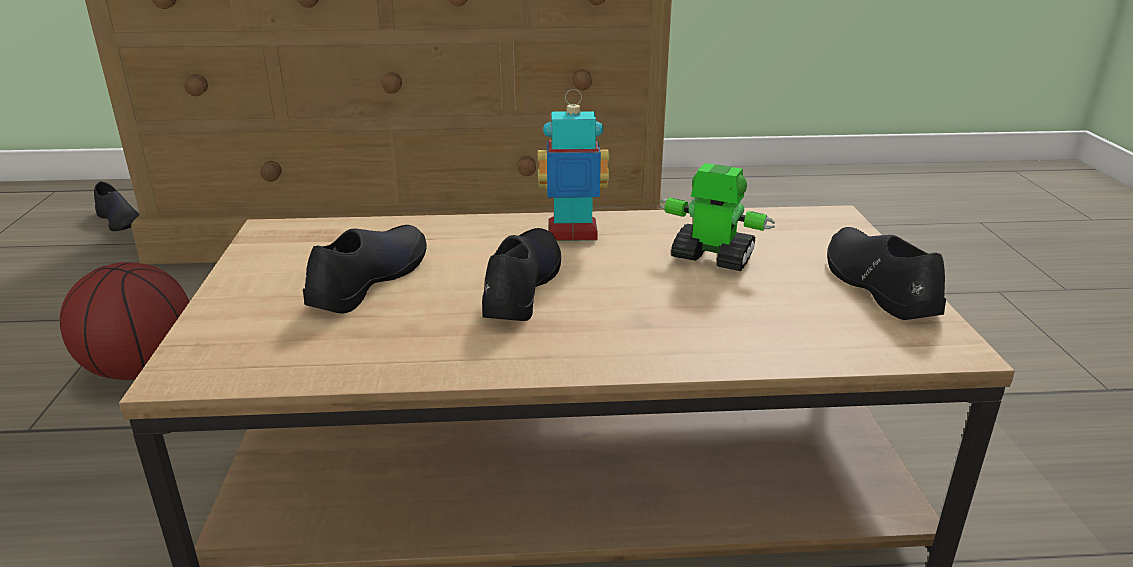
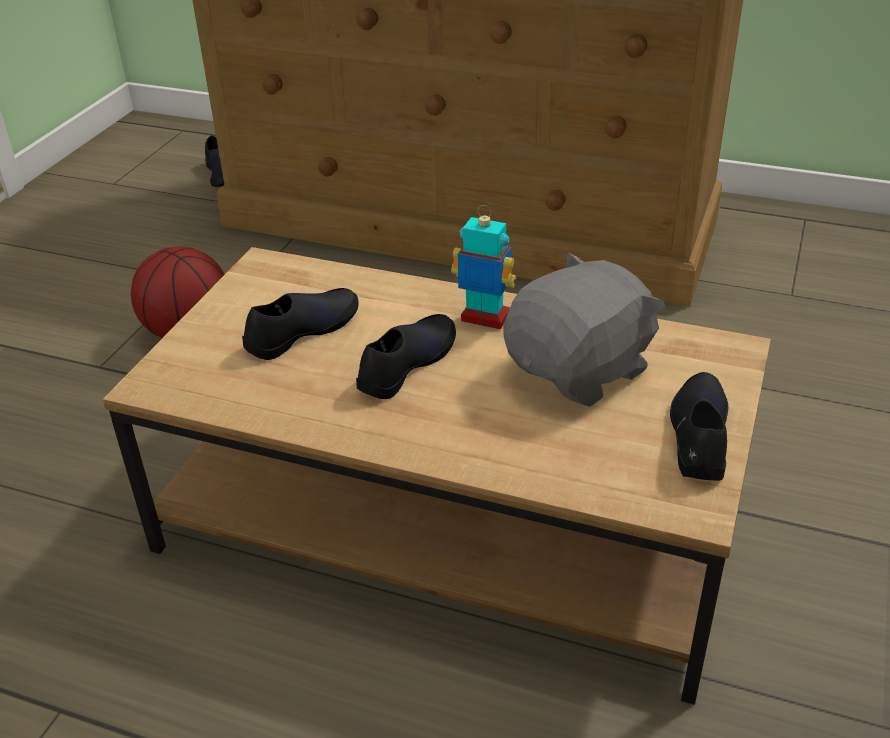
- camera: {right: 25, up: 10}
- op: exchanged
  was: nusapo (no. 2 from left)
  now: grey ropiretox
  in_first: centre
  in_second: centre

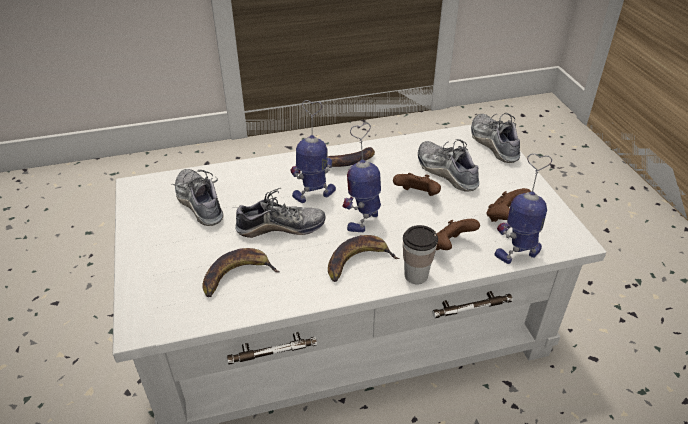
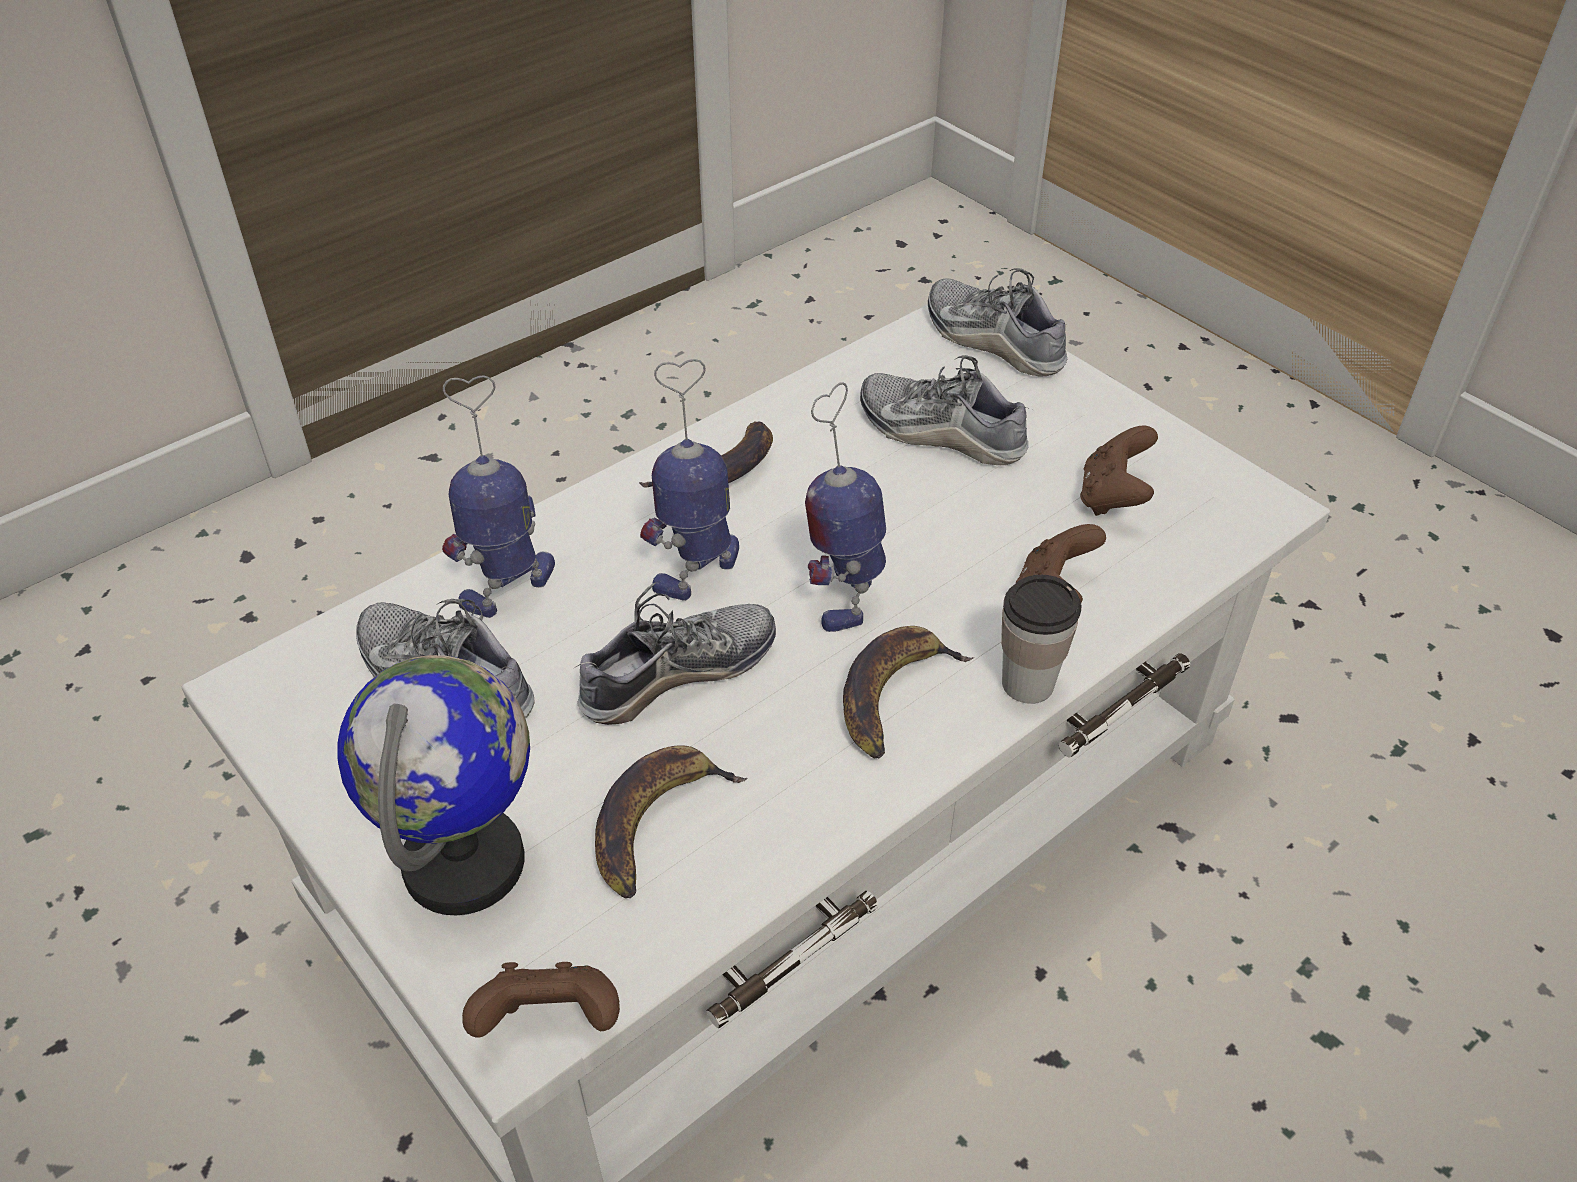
- camera: {right: -25, up: 5}
- op: relocated
  was: nusapo (no. 3 from left in the first image)
  now: nusapo (no. 1 from left)
  in_first: middle right
  in_second: middle left
- op: relocated
  was: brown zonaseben (no. 1 from left)
  in_first: centre
  in_second: bottom centre
- op: appeared
  now: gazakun
  in_second: middle left

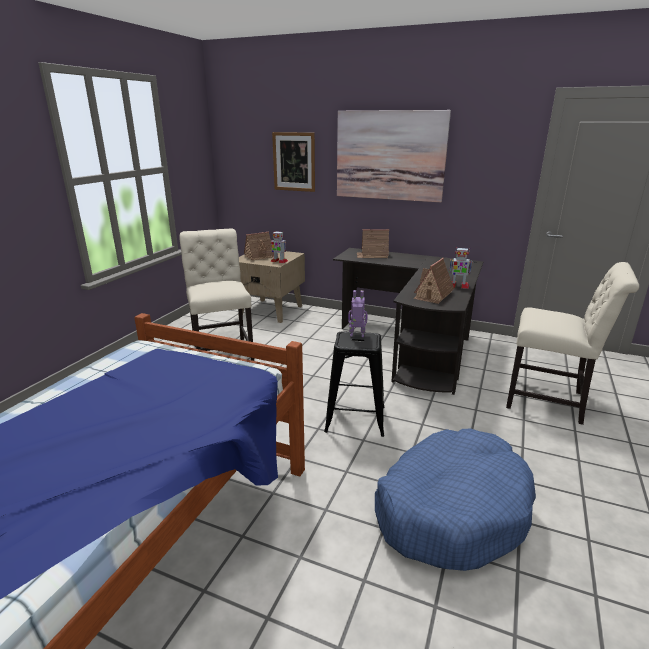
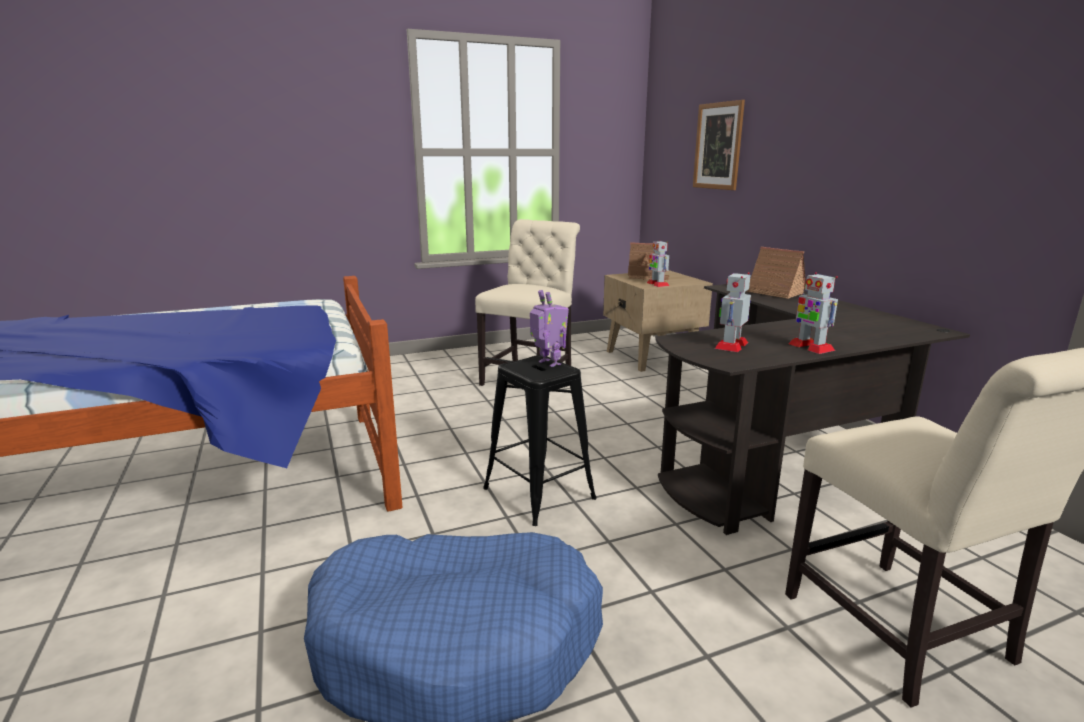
- camera: {right: 45, up: -5}
- op: missing
  was: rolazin (no. 2 from left)
  in_first: top centre
- op: exchanged
  was: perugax (no. 3 from left)
  now: nusapo (no. 3 from left)
  in_first: middle right
  in_second: middle right

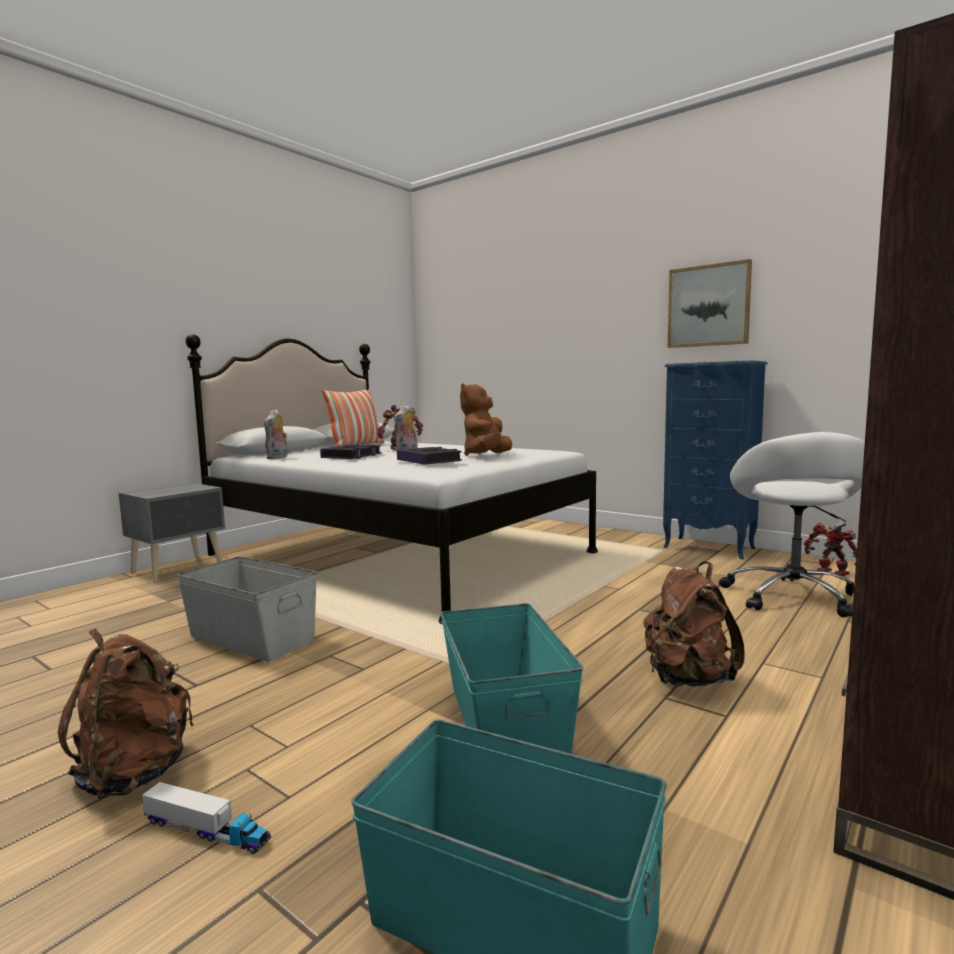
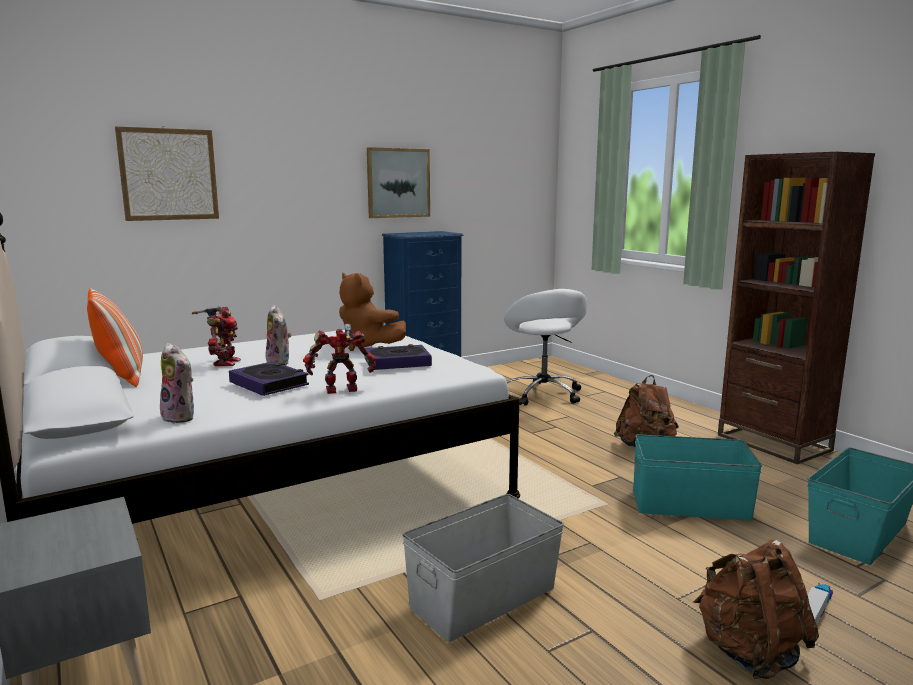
- camera: {right: -70, up: 5}
- op: spun
  was: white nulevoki
  in_first: middle right
  in_second: centre
  clockwise: 45
- op: relocated
  was: nusapo (no. 2 from left)
  in_first: middle right
  in_second: centre
- op: appeared
  now: rolazin (no. 1 from left)
  in_second: top left

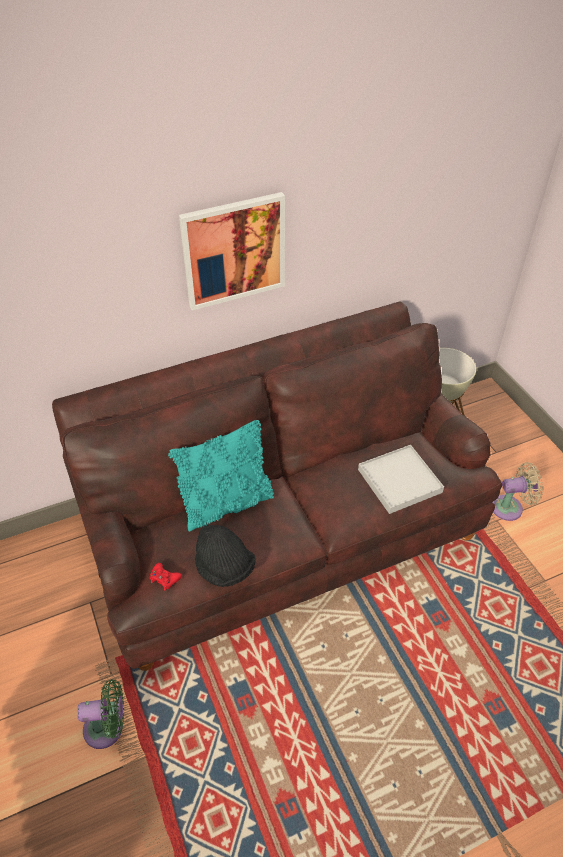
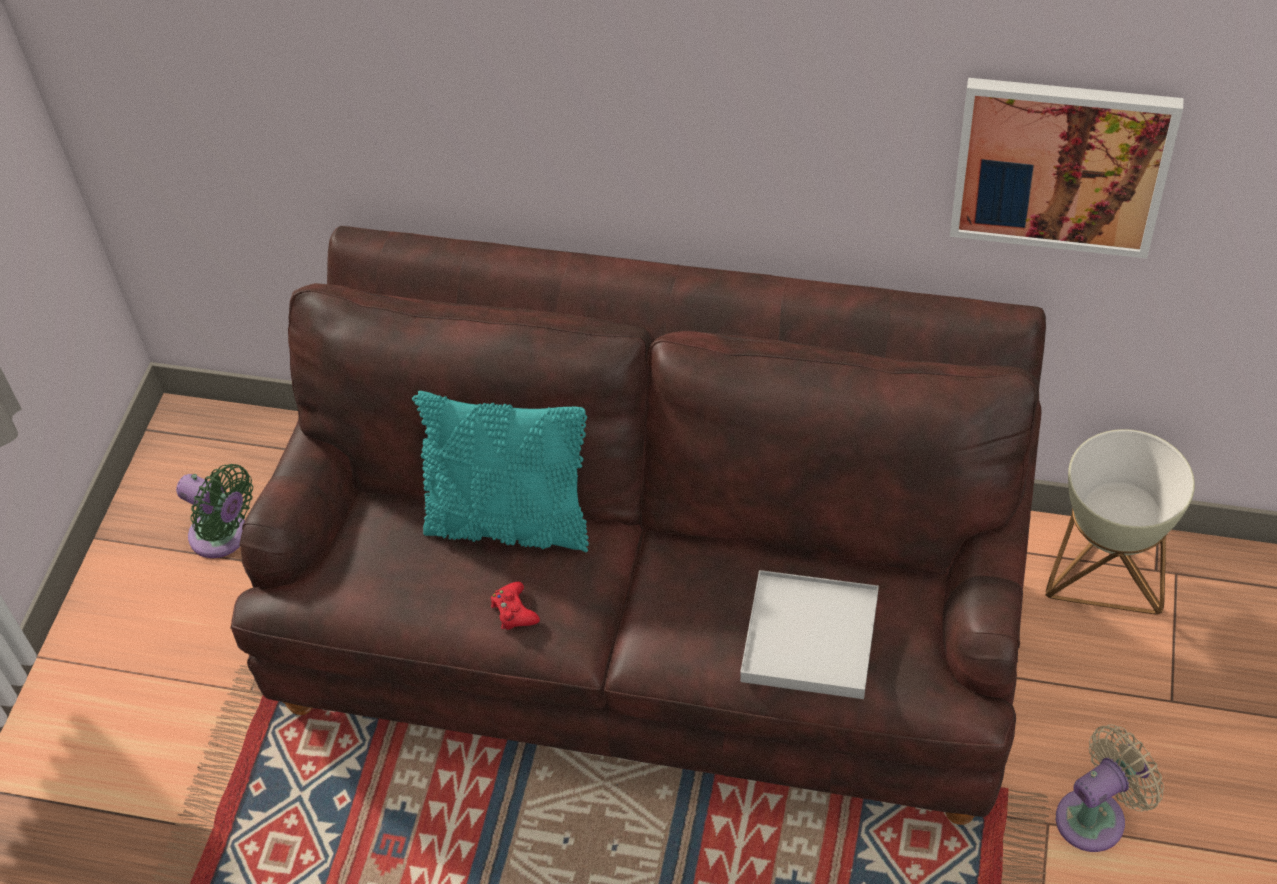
- camera: {right: 40, up: 5}
- op: relocated
  was: rolazin
  in_first: top centre
  in_second: top right
- op: spun
  was: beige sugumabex
  in_first: middle right
  in_second: bottom right
  clockwise: -60
- op: missing
  was: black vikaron
  in_first: centre
- op: relocated
  was: red zonaseben
  in_first: bottom left
  in_second: bottom centre
- op: relocated
  was: green sugumabex
  in_first: bottom left
  in_second: middle left

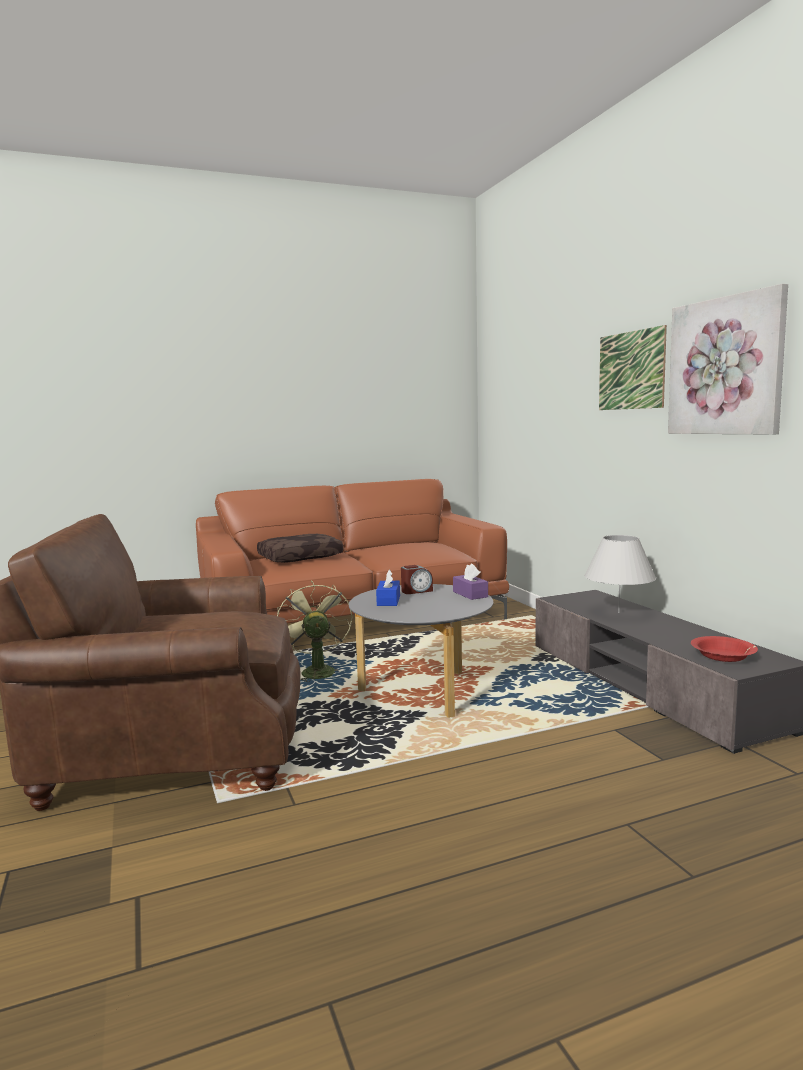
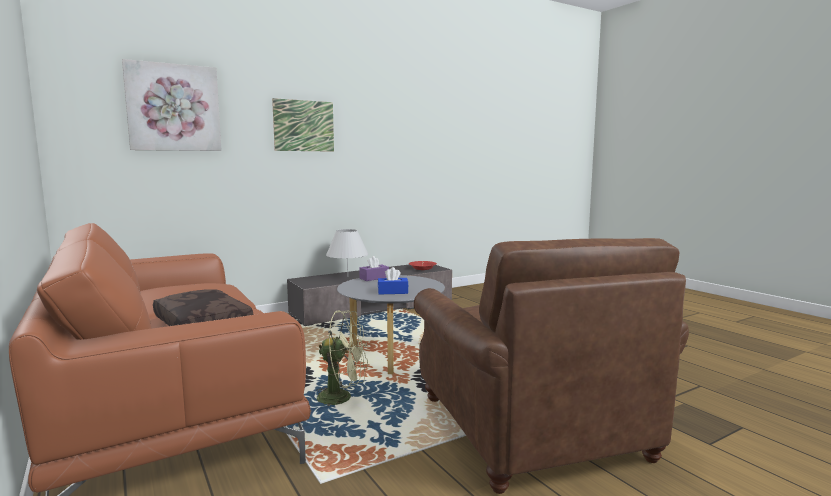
- camera: {right: -100, up: 0}
- op: relocated
  was: rolazin (no. 2 from left in the first image)
  now: rolazin (no. 1 from left)
  in_first: middle right
  in_second: top left
- op: missing
  was: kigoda
  in_first: centre
- op: spun
  was: green sugumabex
  in_first: centre
  in_second: bottom centre
  clockwise: -150

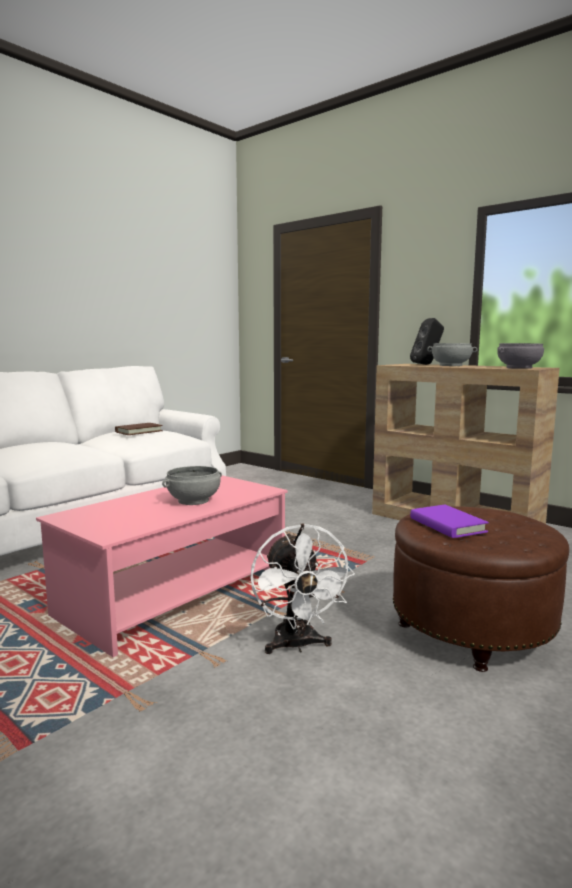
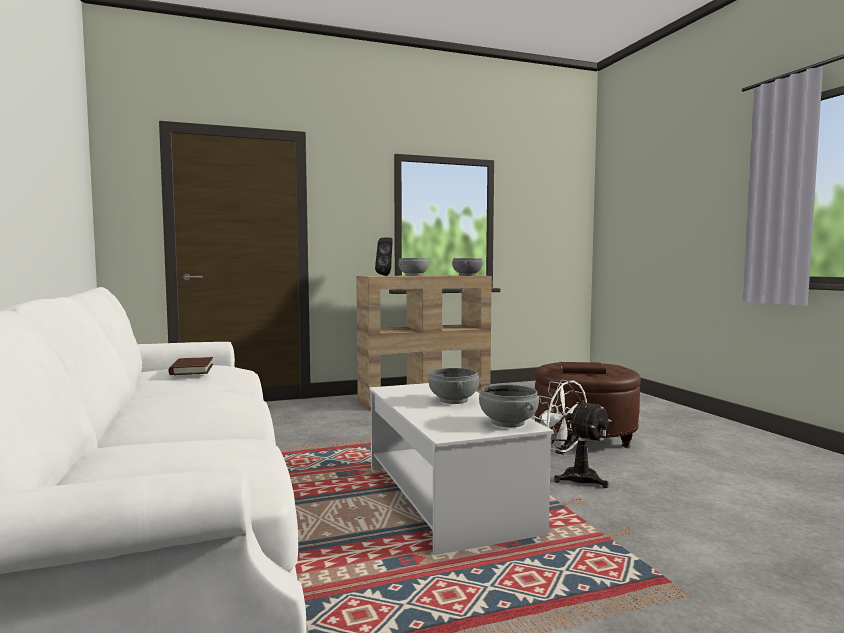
- camera: {right: -60, up: -5}
- op: colour
  was: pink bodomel
  now: white bodomel
  in_first: middle left
  in_second: bottom centre
- op: colour
  was: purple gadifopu
  now: brown gadifopu (no. 2 from left)
  in_first: middle right
  in_second: middle right
- op: spun
  was: white sugumabex
  in_first: centre
  in_second: bottom right
  clockwise: -150
- op: appeared
  now: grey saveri (no. 4 from left)
  in_second: centre

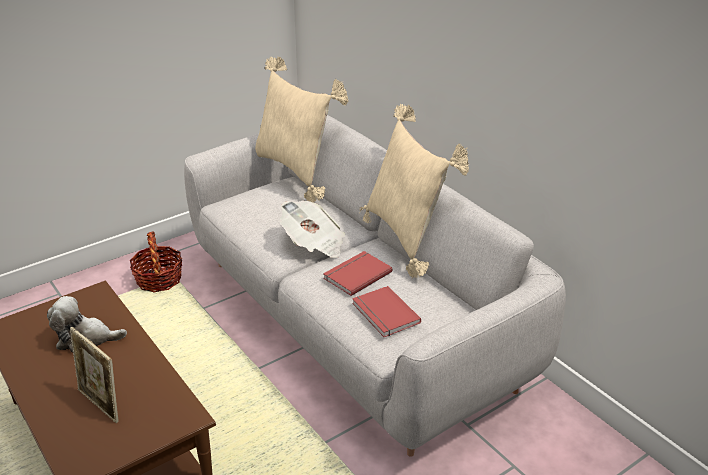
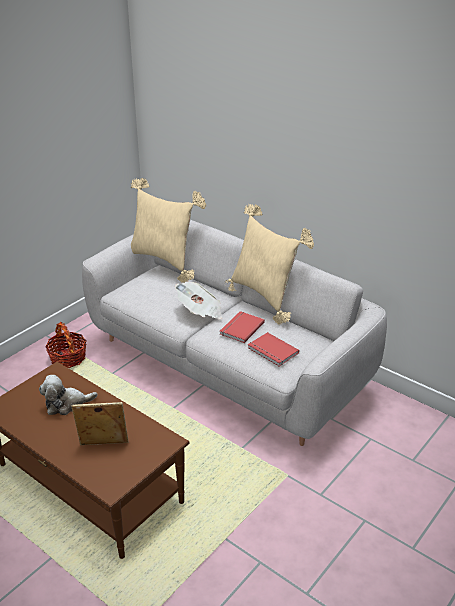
- camera: {right: -15, up: 0}
- op: spun
  was: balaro
  in_first: bottom left
  in_second: bottom left
  clockwise: 150

